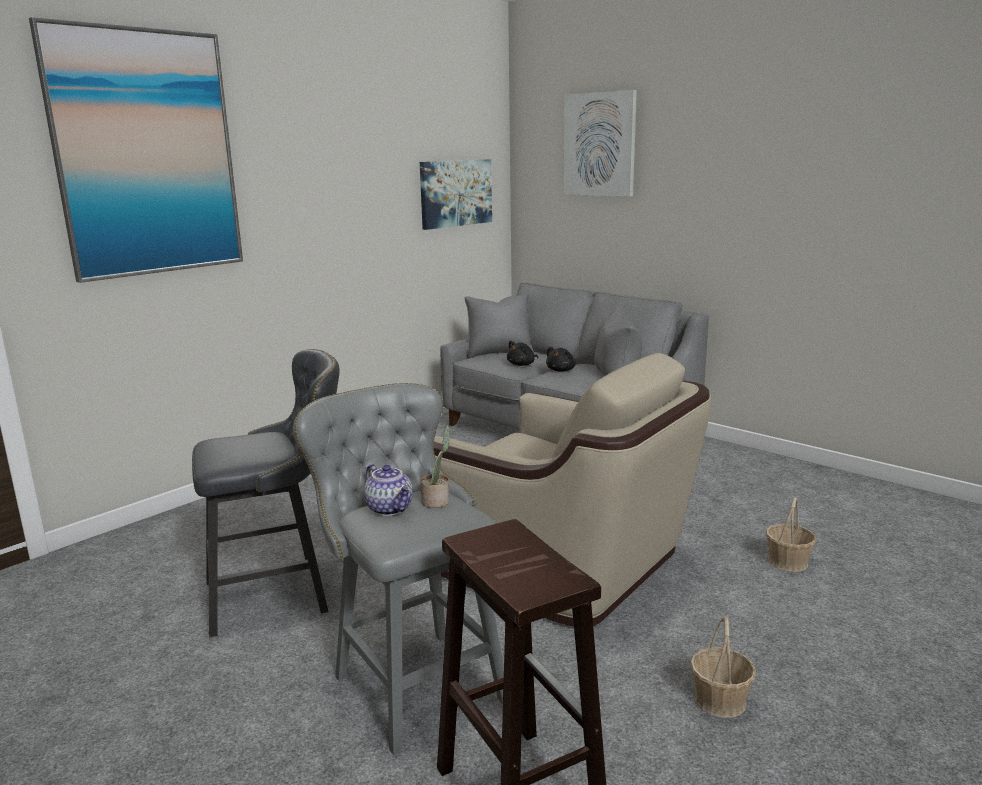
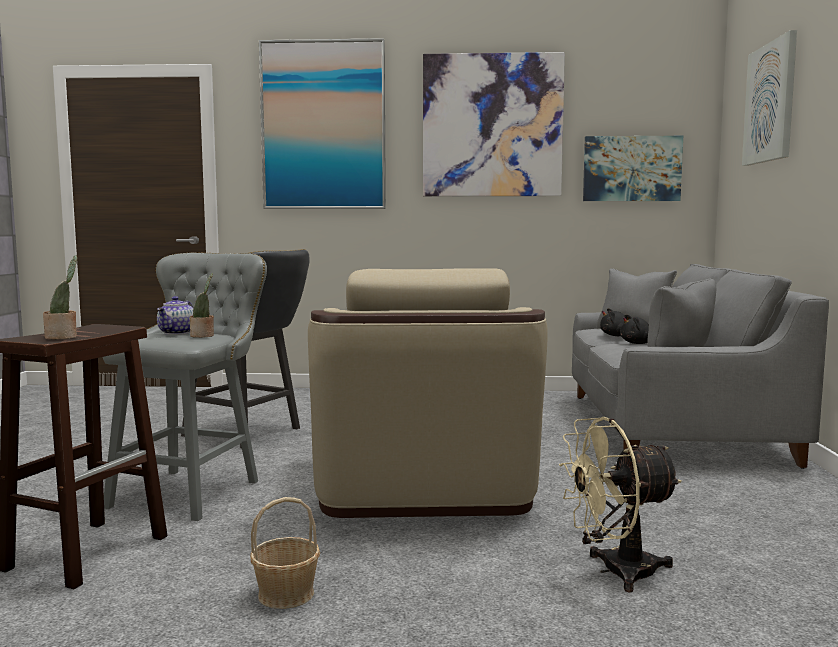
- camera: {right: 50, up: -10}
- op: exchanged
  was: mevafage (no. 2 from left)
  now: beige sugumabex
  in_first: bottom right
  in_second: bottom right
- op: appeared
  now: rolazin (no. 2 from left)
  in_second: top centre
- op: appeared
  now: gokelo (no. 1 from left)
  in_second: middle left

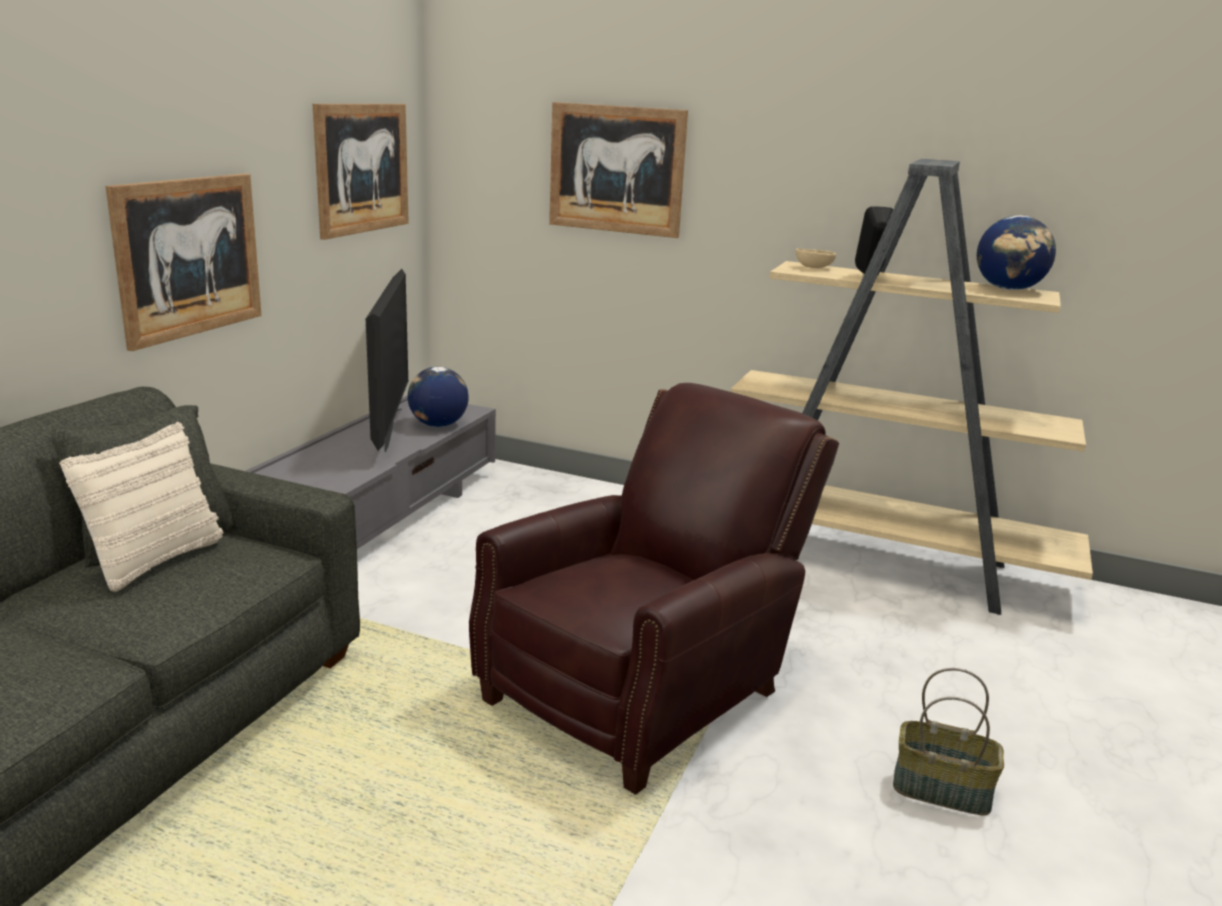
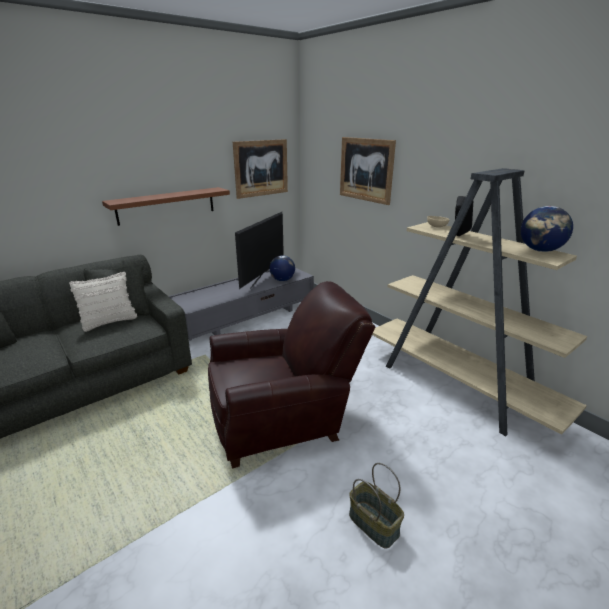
- camera: {right: 30, up: 5}
- op: exchanged
  was: rolazin (no. 1 from left)
  now: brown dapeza
  in_first: top left
  in_second: middle left

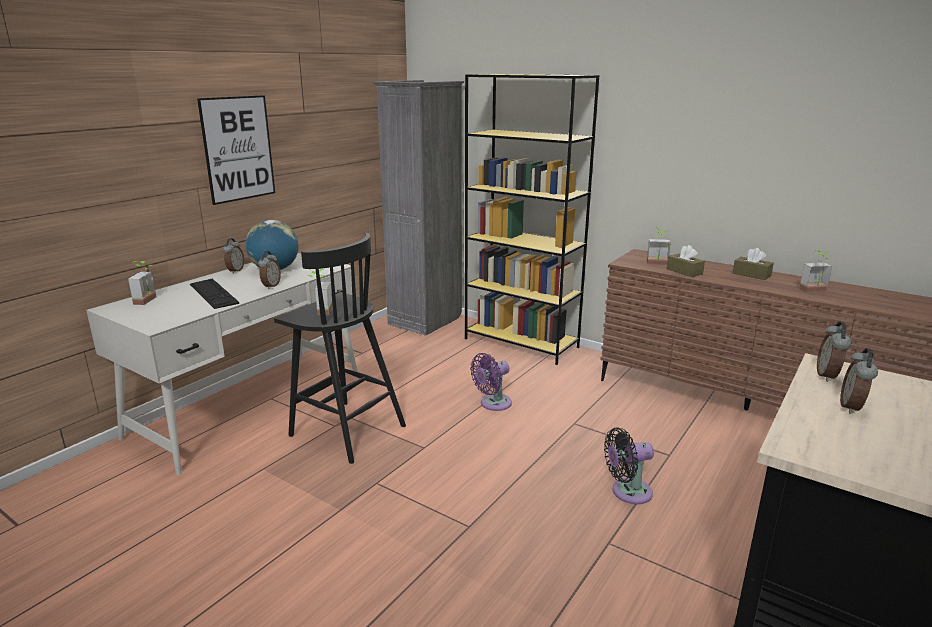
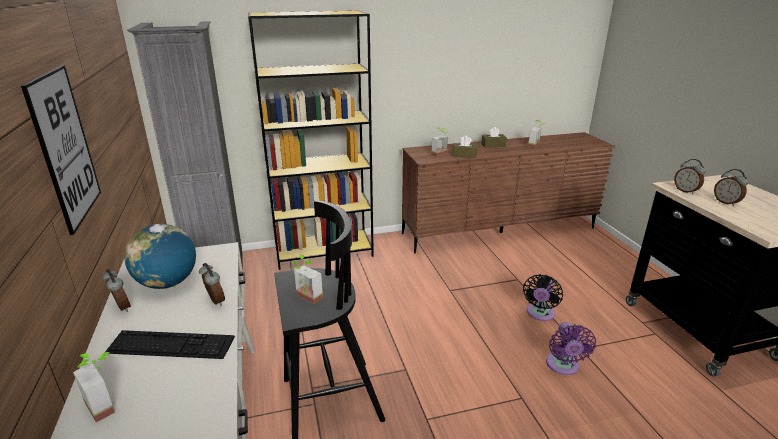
- camera: {right: -50, up: 5}
- op: relocated
  was: purple sugumabex
  in_first: centre
  in_second: bottom right

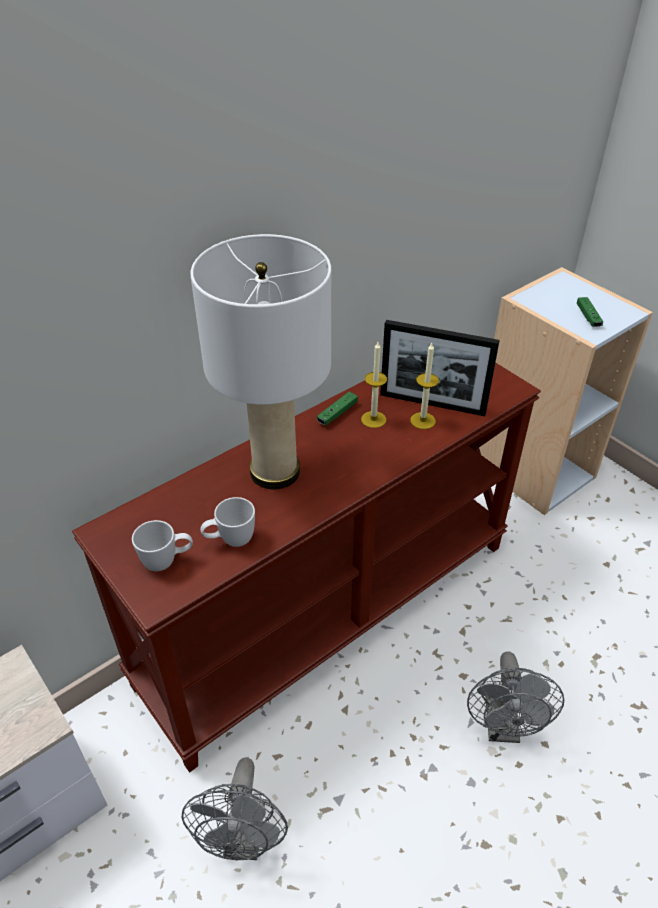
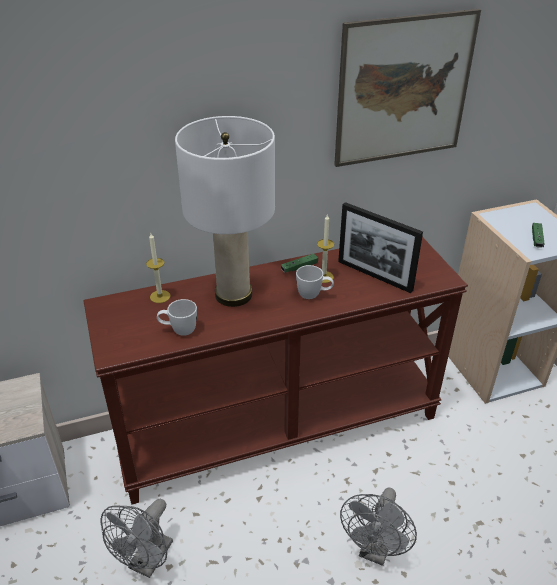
- camera: {right: 20, up: -5}
- op: relocated
  was: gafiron (no. 2 from left in the first image)
  now: gafiron (no. 1 from left)
  in_first: centre
  in_second: middle left
- op: relocated
  was: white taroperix (no. 1 from left in the first image)
  now: white taroperix (no. 2 from left)
  in_first: middle left
  in_second: centre
- op: appeared
  now: rolazin
  in_second: top right

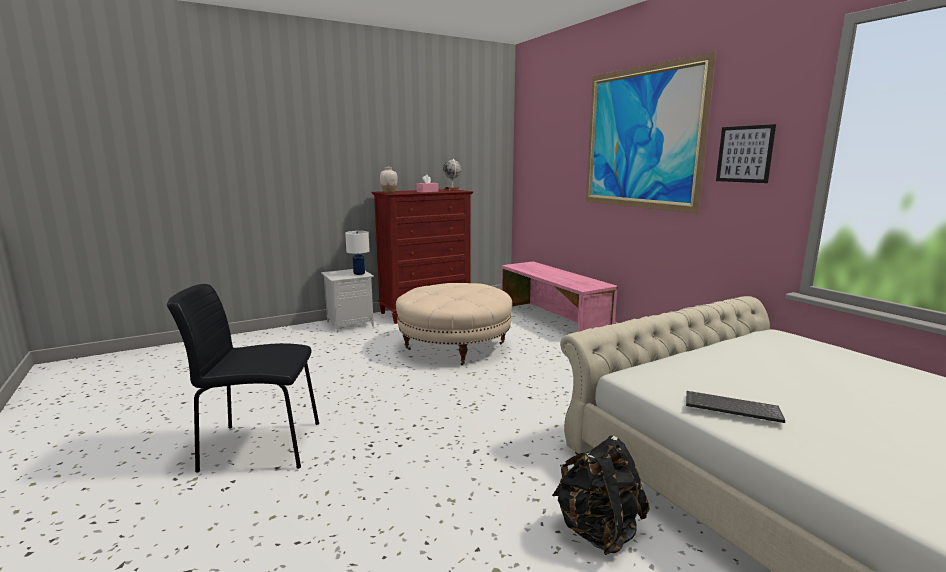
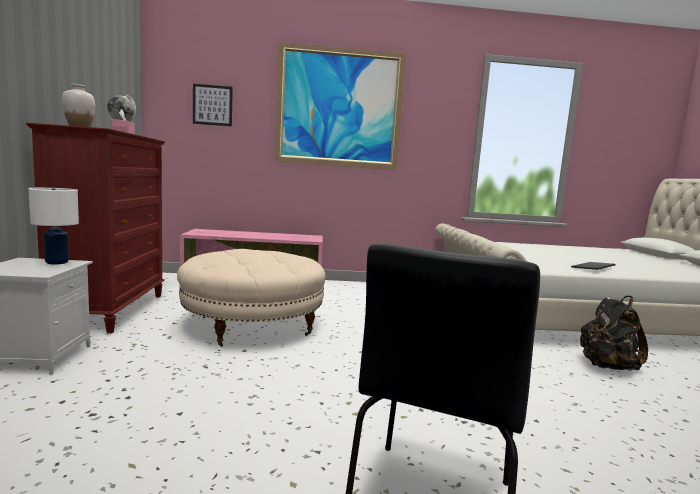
- camera: {right: -65, up: -5}
- op: relocated
  was: rolazin (no. 2 from left in the first image)
  now: rolazin (no. 1 from left)
  in_first: top right
  in_second: top left

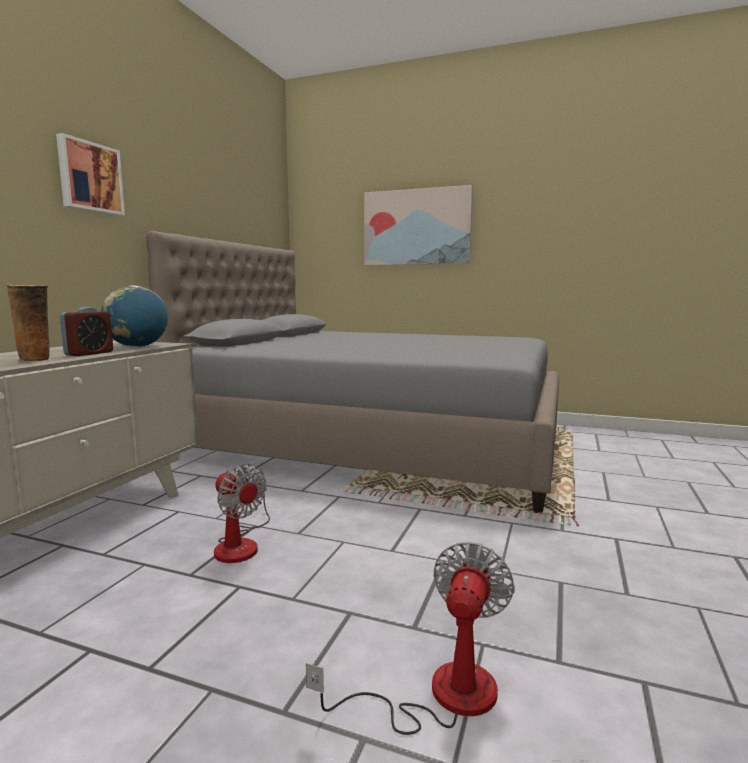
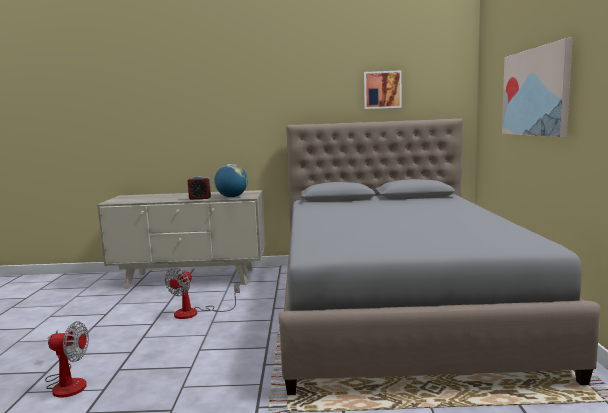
- camera: {right: 70, up: 0}
- op: relocated
  was: rolazin (no. 1 from left)
  in_first: top left
  in_second: top centre
- op: missing
  was: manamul
  in_first: middle left

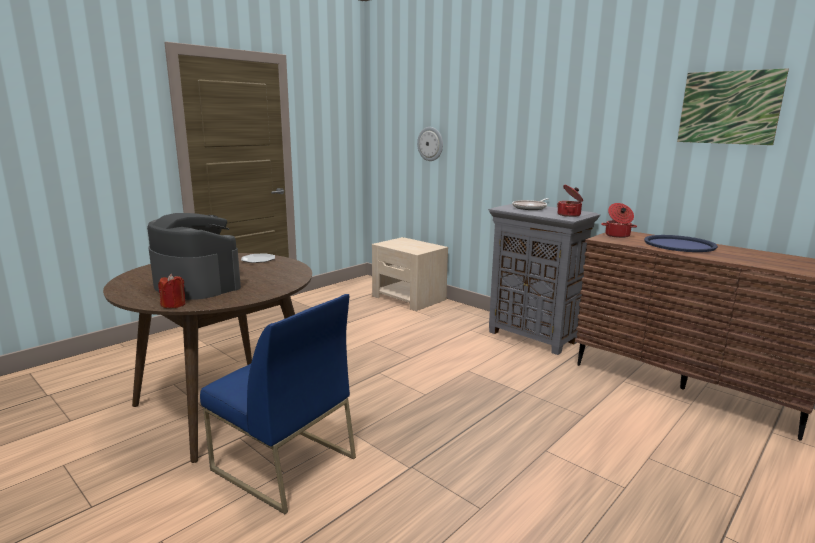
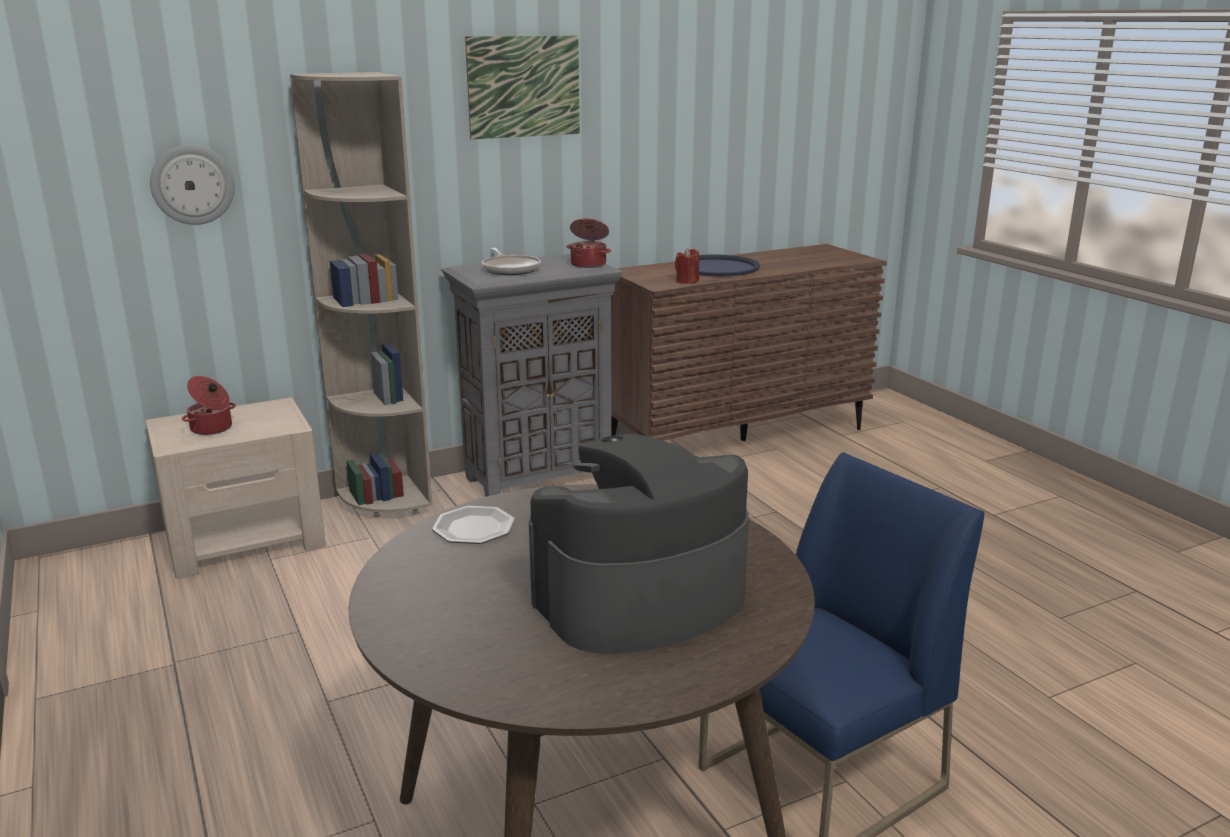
- camera: {right: -70, up: 5}
- op: relocated
  was: rolazin
  in_first: top right
  in_second: top centre
- op: relocated
  was: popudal (no. 2 from left in the first image)
  now: popudal (no. 1 from left)
  in_first: middle right
  in_second: middle left
- op: relocated
  was: red gafiron
  in_first: middle left
  in_second: top centre
- op: appeared
  now: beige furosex
  in_second: middle left

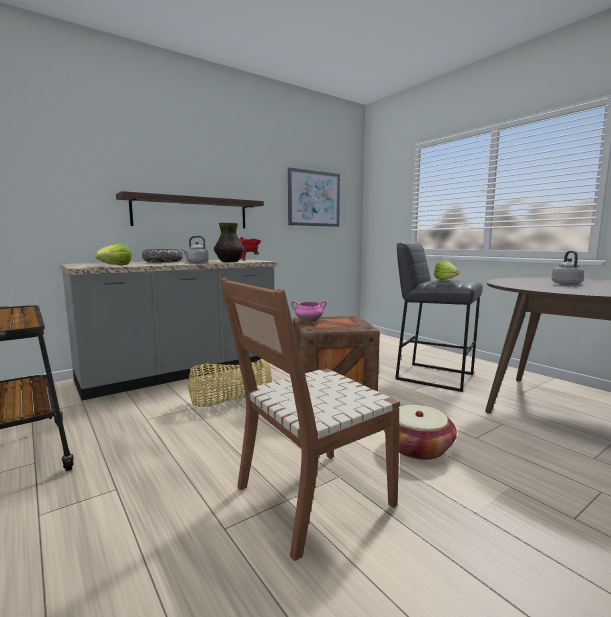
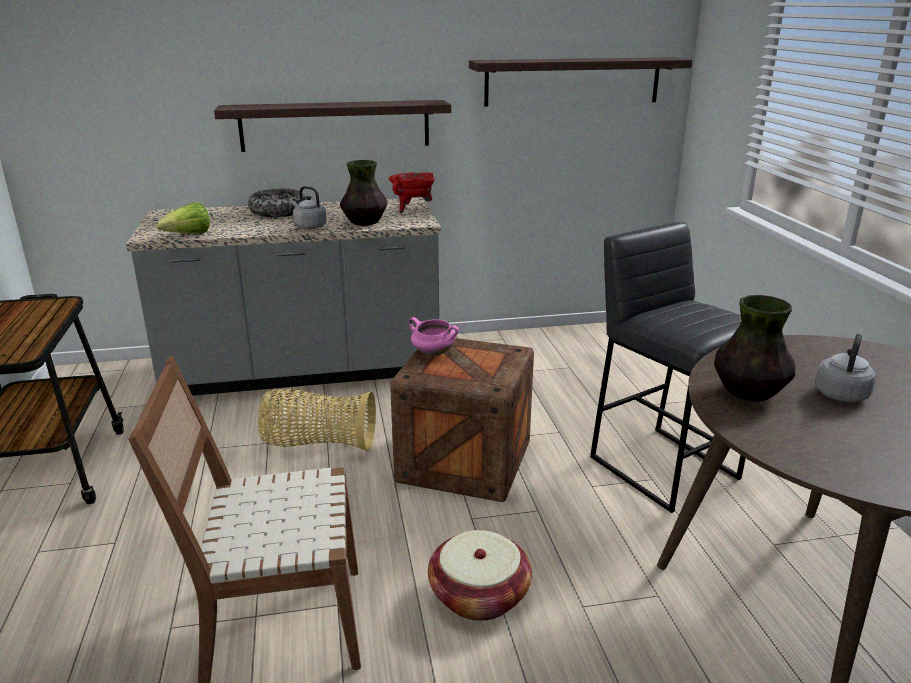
- camera: {right: 25, up: 15}
- op: exchanged
  was: rolazin
  now: dapeza (no. 2 from left)
  in_first: top centre
  in_second: top centre
- op: missing
  was: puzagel (no. 2 from left)
  in_first: middle right
- op: appeared
  now: manamul (no. 2 from left)
  in_second: middle right

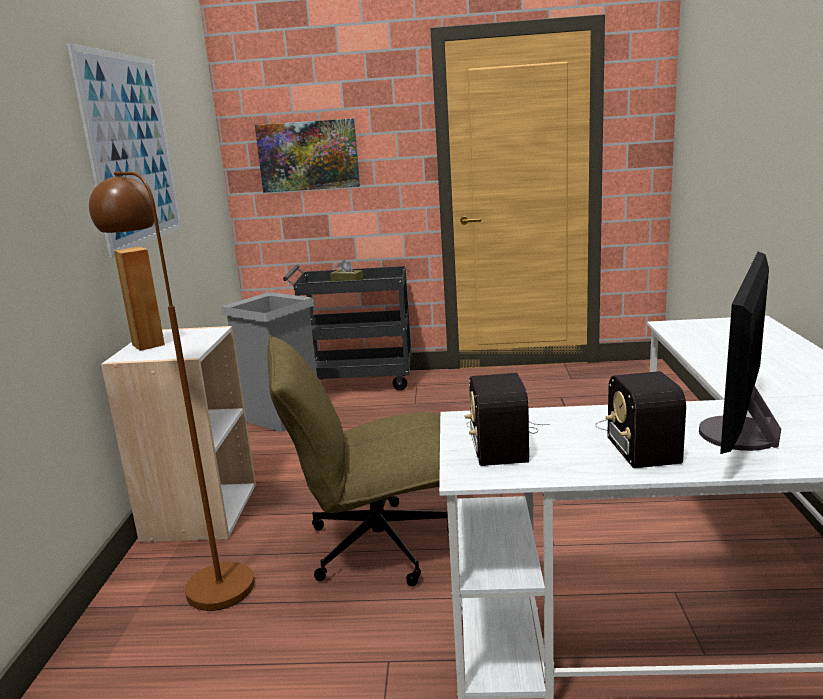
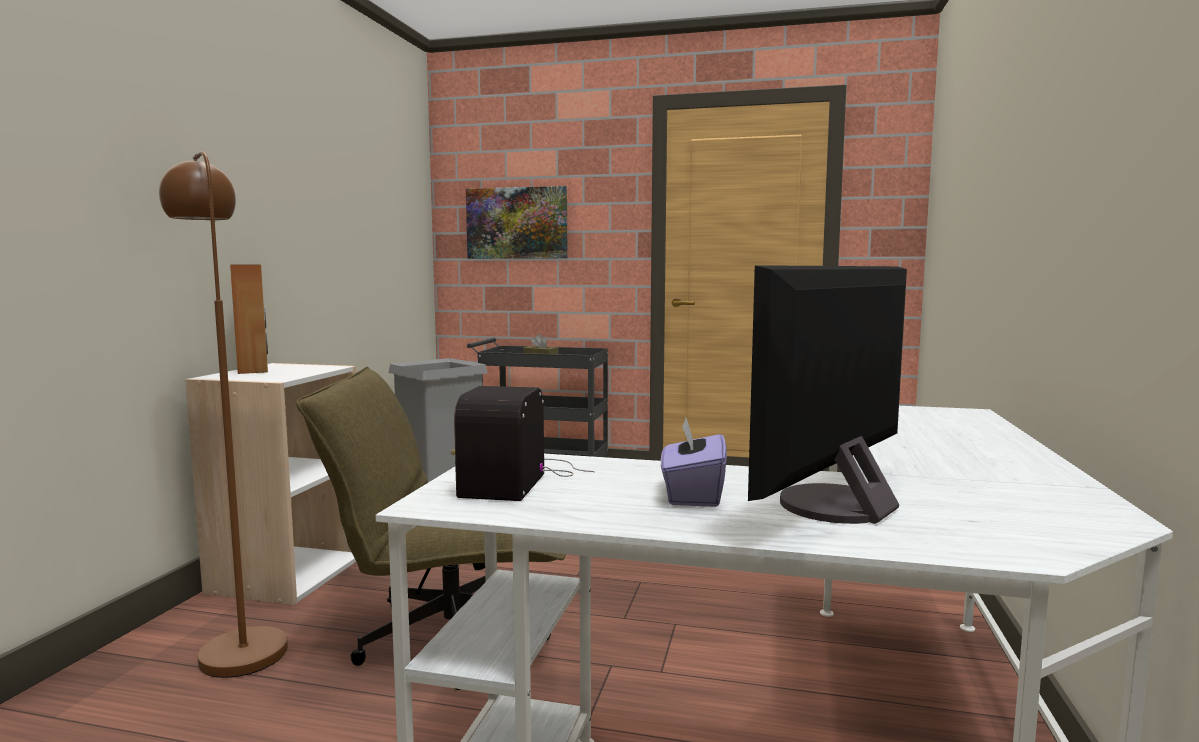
- camera: {right: 10, up: -10}
- op: missing
  was: rolazin (no. 1 from left)
  in_first: top left
- op: exchanged
  was: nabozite (no. 2 from left)
  now: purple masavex
  in_first: middle right
  in_second: centre

